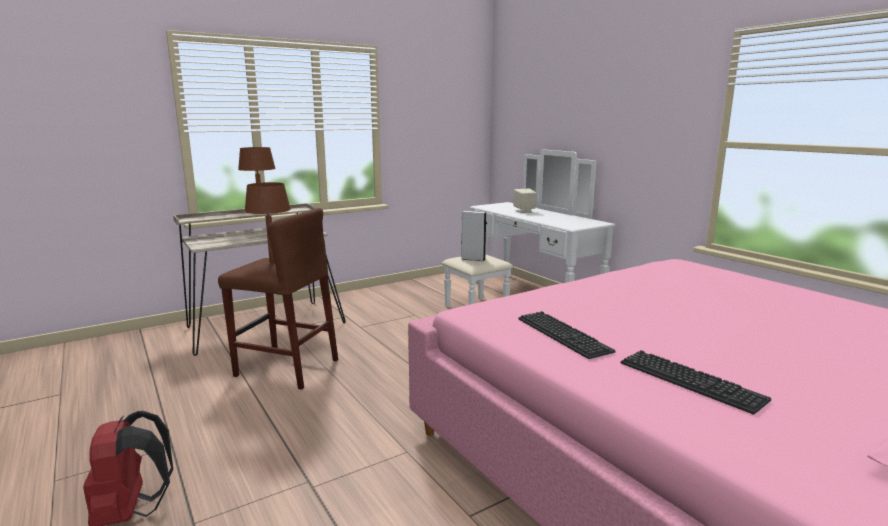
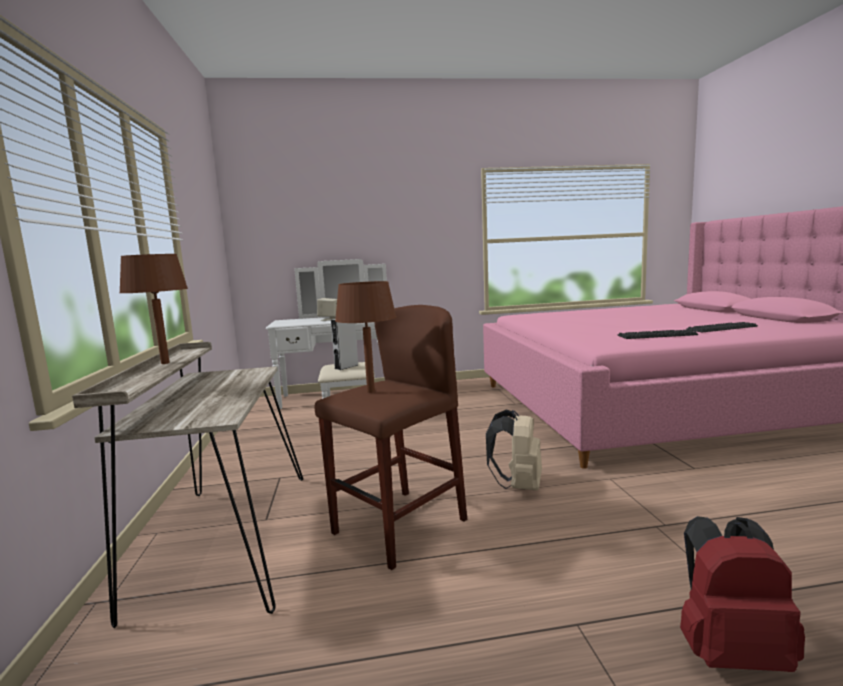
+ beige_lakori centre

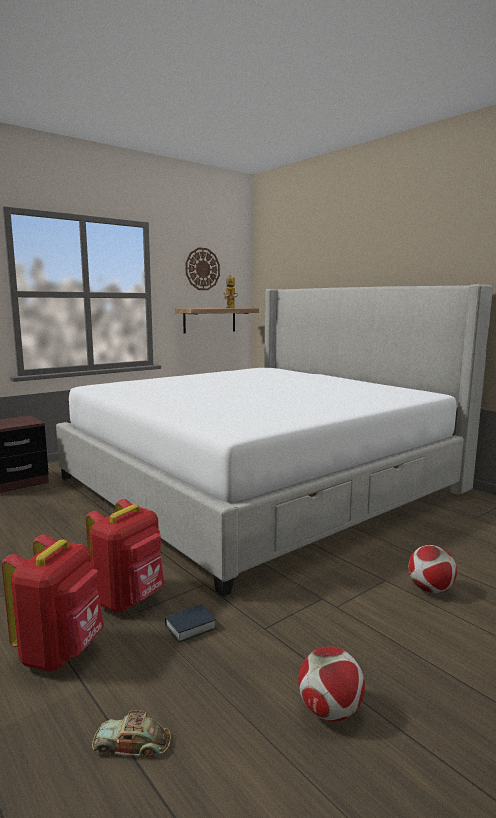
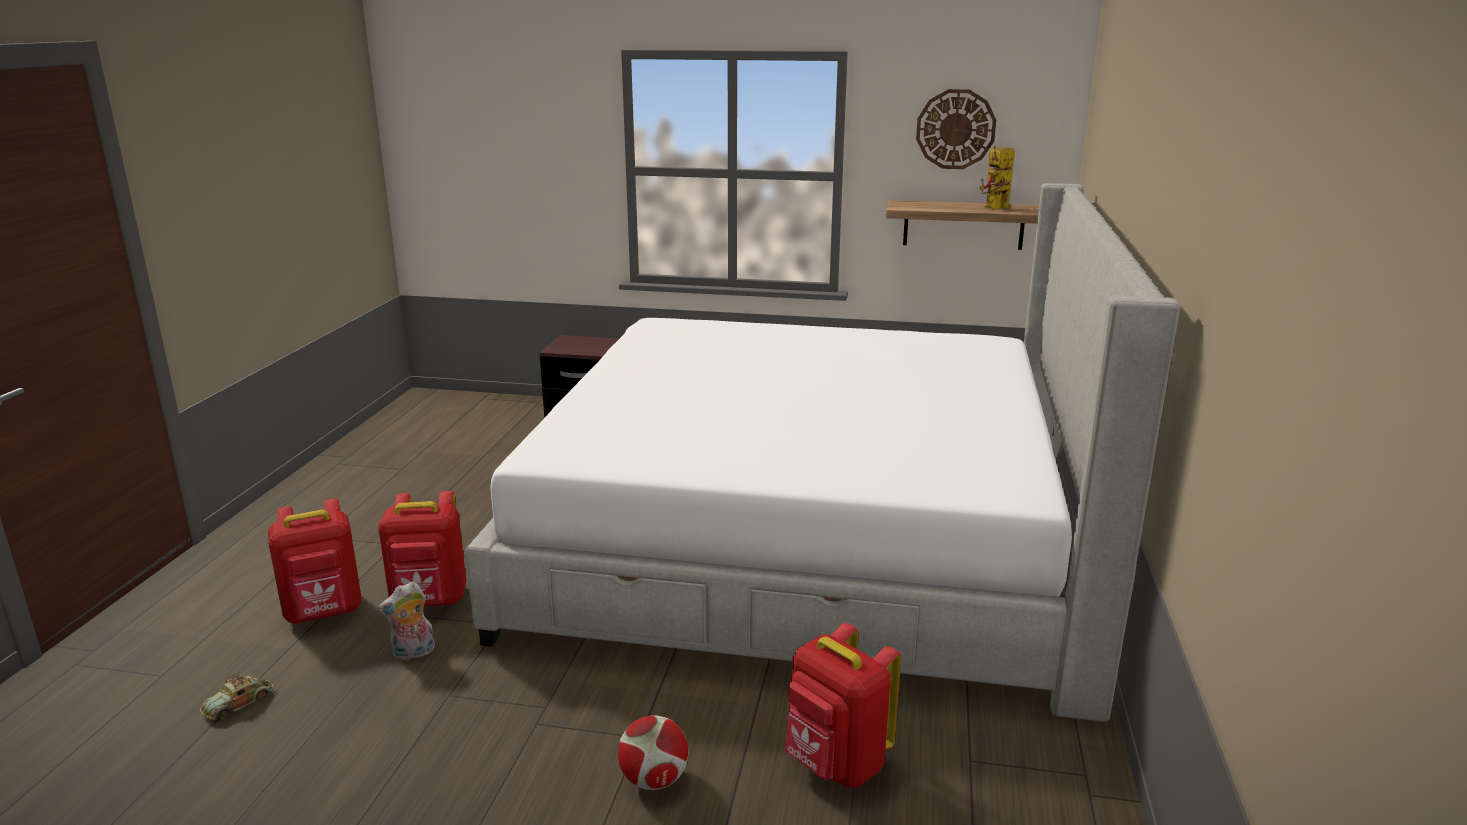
~ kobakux bottom left = bottom left 105 degrees counterclockwise
~ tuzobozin bottom centre to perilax bottom left
- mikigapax (1st from left) bottom right
+ red_lakori (3rd from left) bottom centre

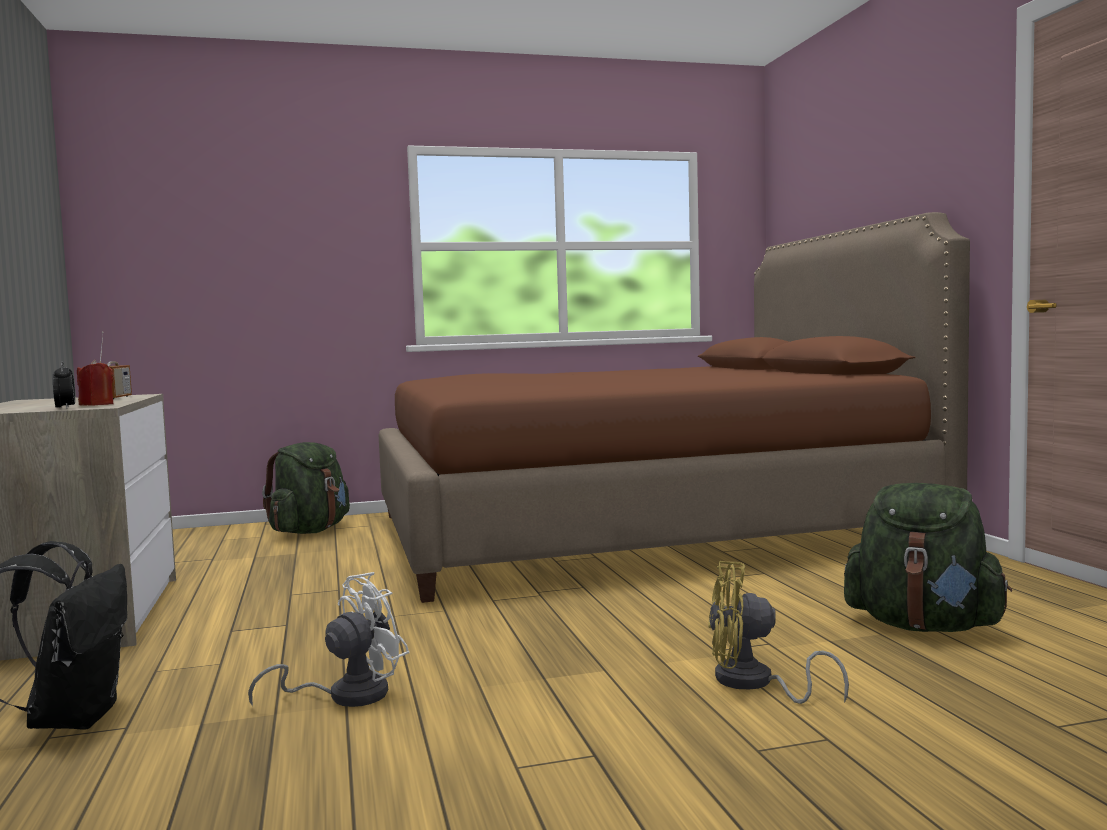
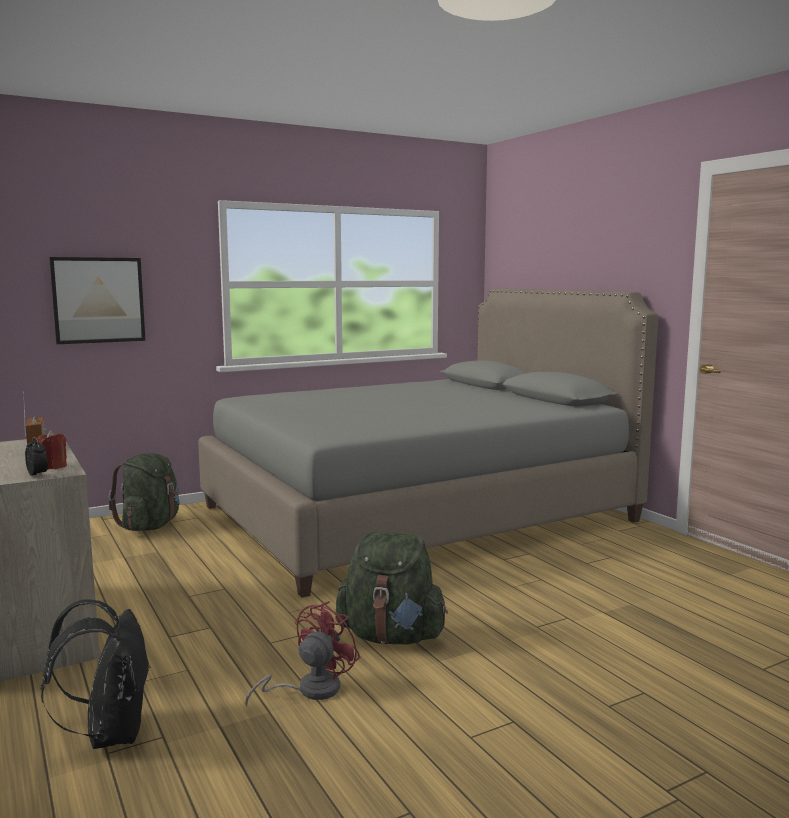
~ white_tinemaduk bottom left to red_tinemaduk bottom centre
~ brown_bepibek centre to grey_bepibek centre
- yellow_tinemaduk bottom right
~ green_lakori (2nd from left) bottom right to bottom centre
+ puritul middle left

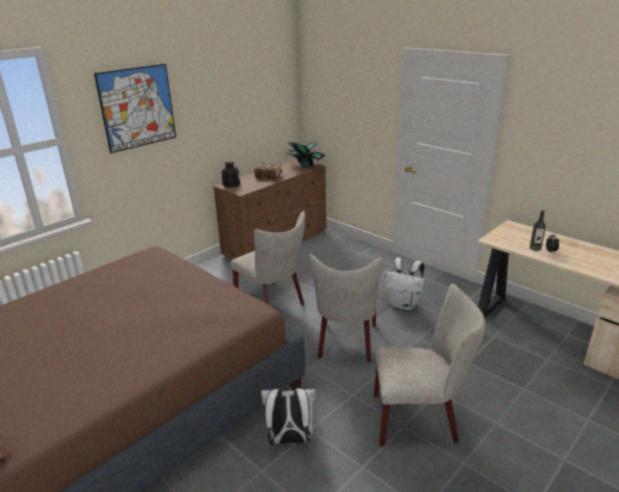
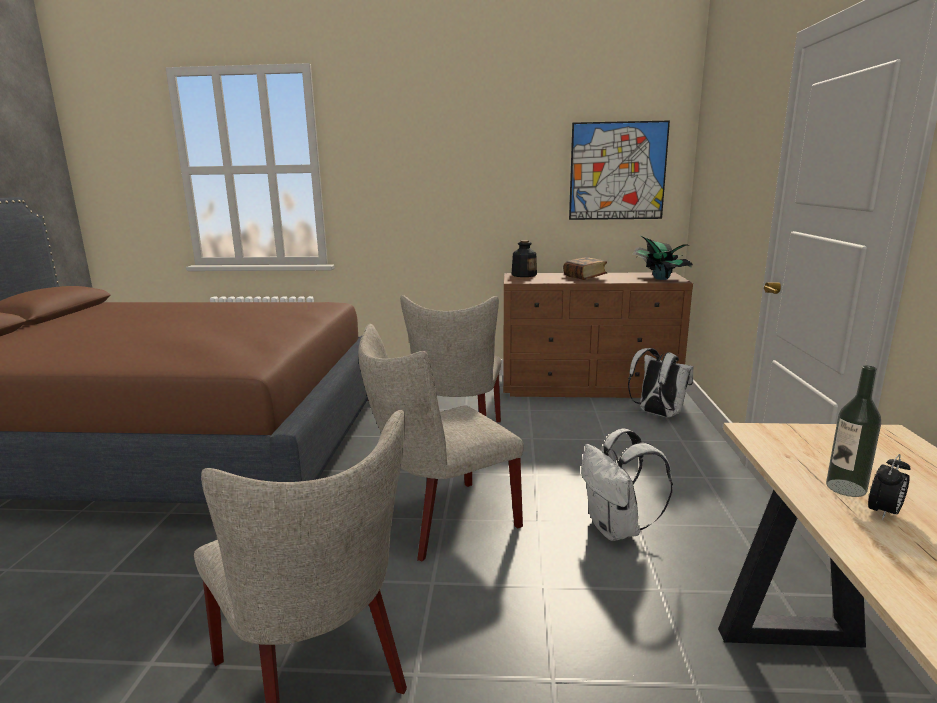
~ puritul top left to top centre
~ white_lakori (1st from left in the first image) bottom centre to white_lakori (2nd from left) middle right

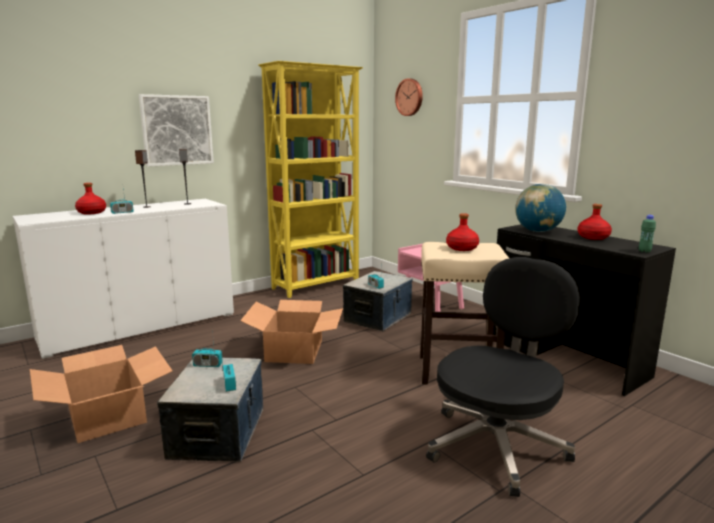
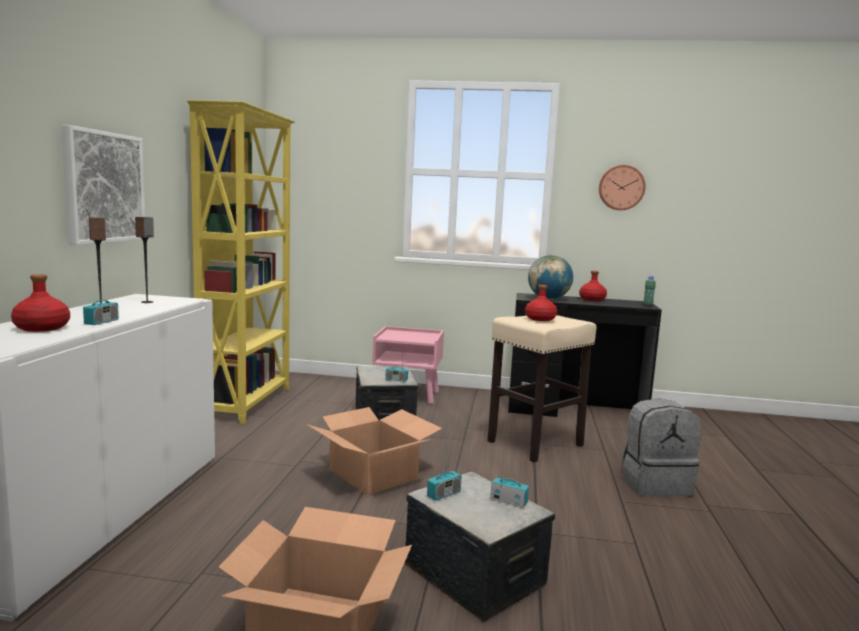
~ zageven top centre to top right
~ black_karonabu bottom right to grey_lakori bottom right

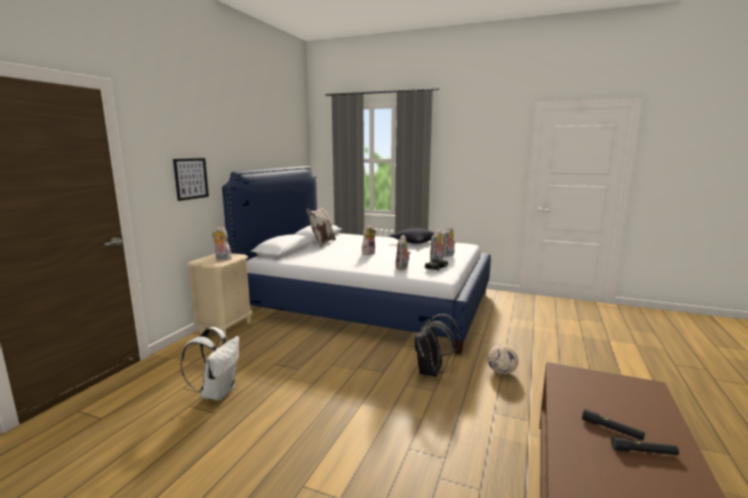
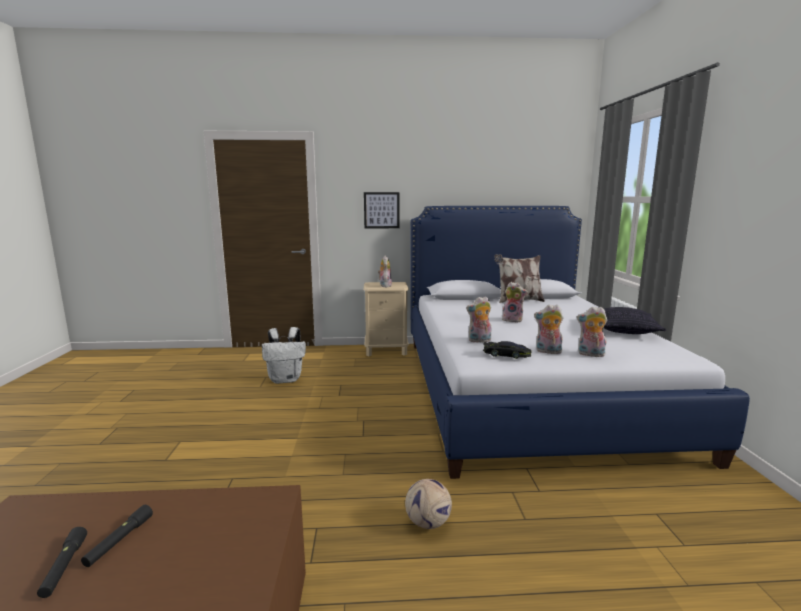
- black_lakori bottom centre

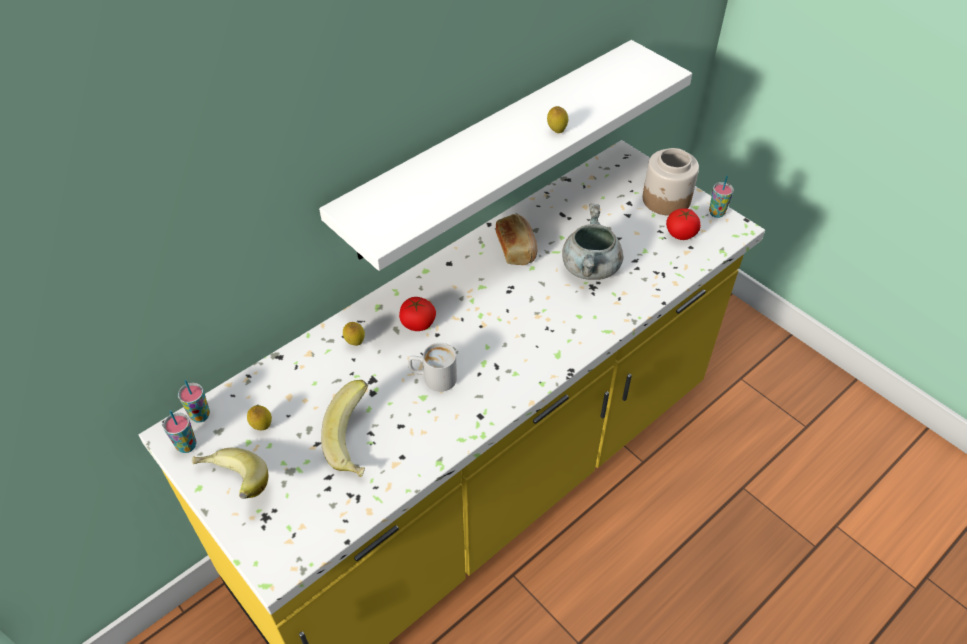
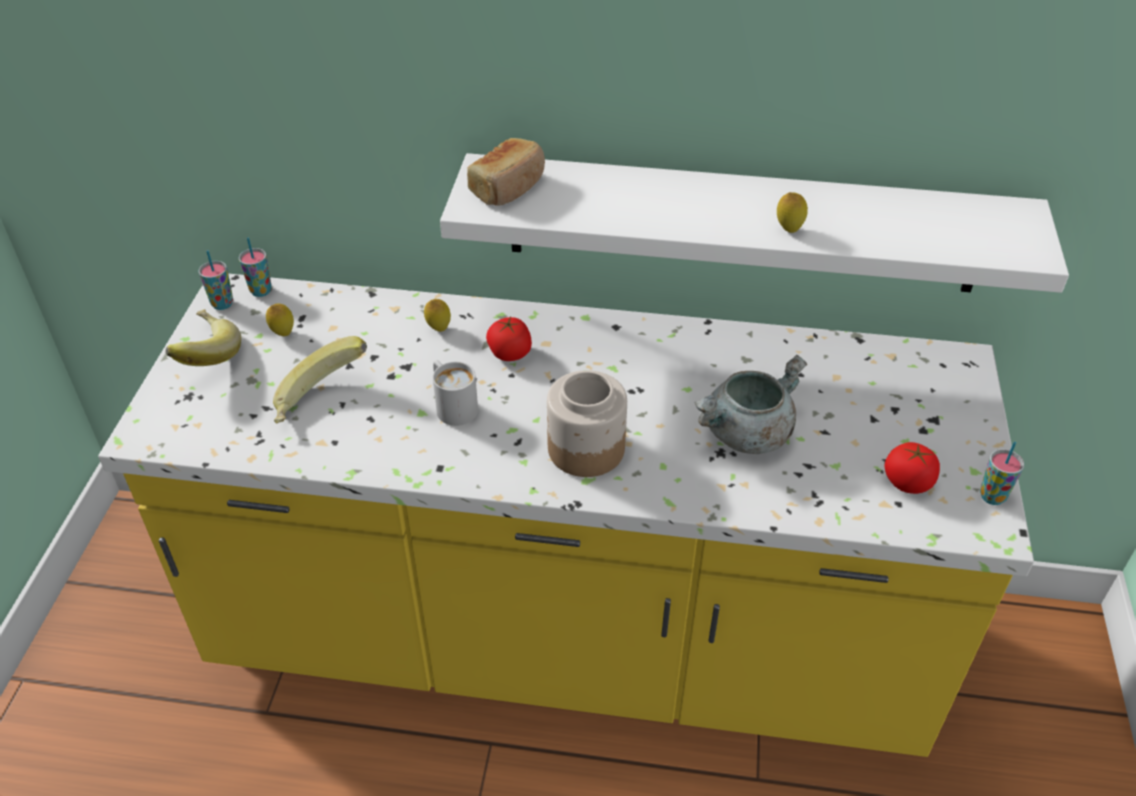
~ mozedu centre to top centre
~ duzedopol top right to centre

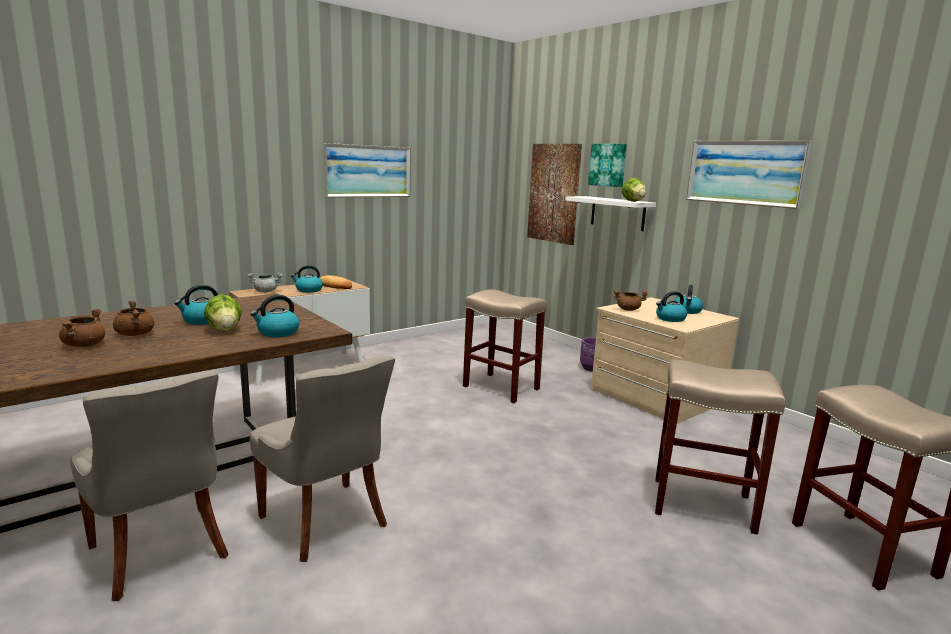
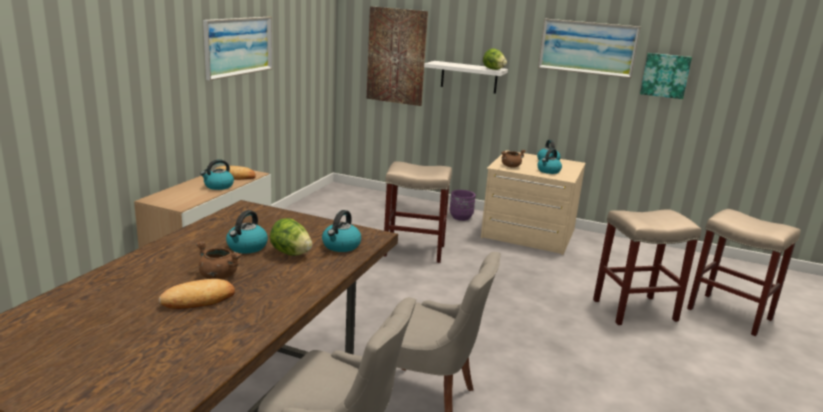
~ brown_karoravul (1st from left) middle left to mozedu (1st from left) bottom left
- grey_karoravul middle left
~ puritul (3rd from left in the first image) top centre to puritul (4th from left) top right

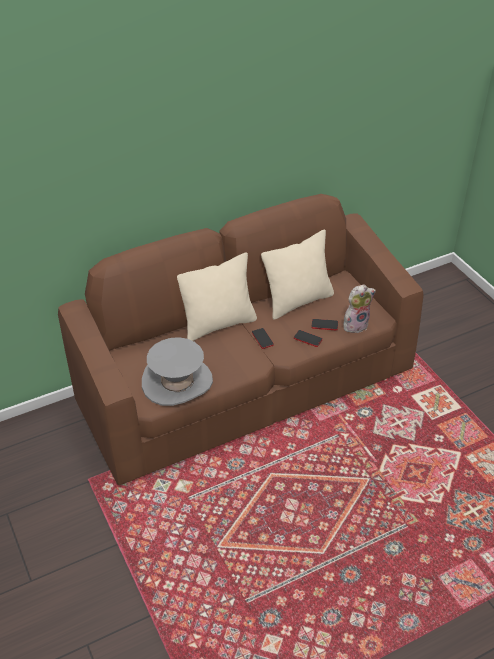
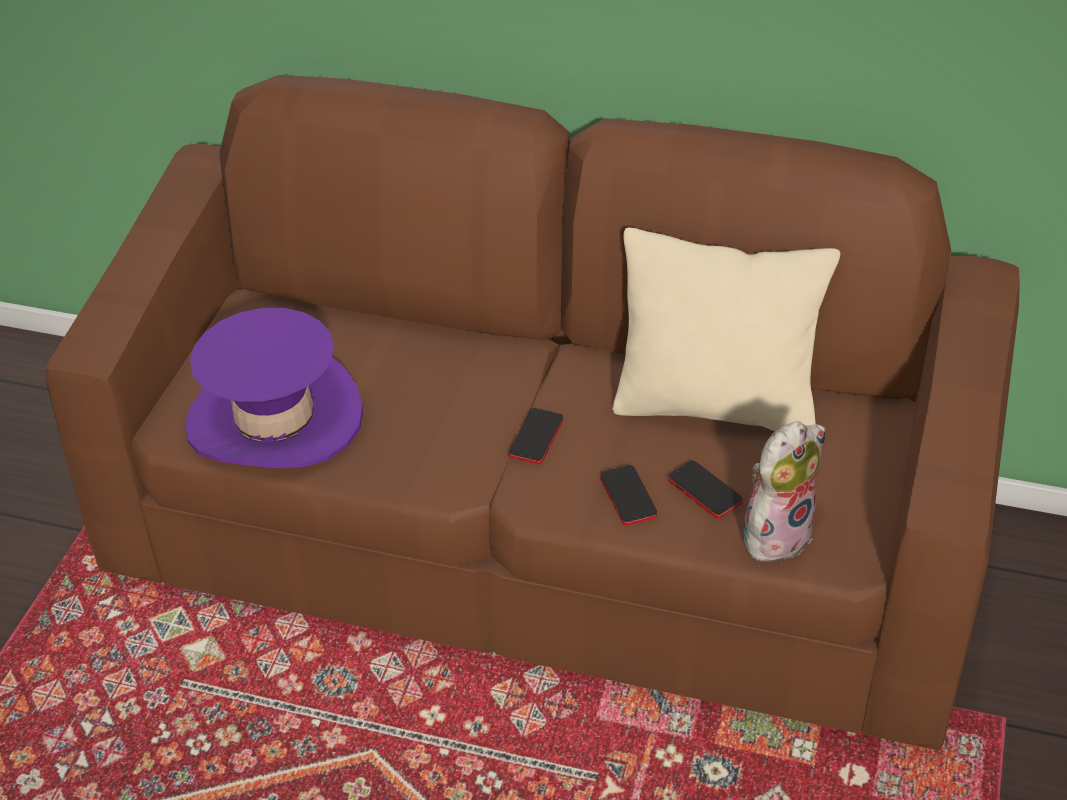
~ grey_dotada centre to purple_dotada middle left
- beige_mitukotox (1st from left) centre
~ perilax middle right = middle right 60 degrees counterclockwise

